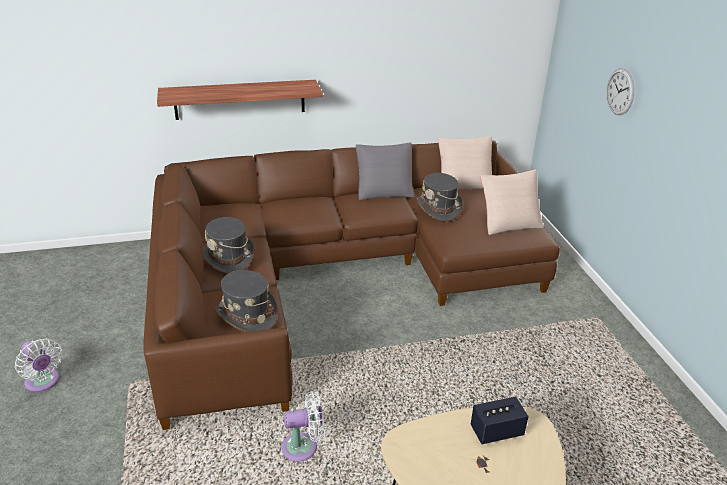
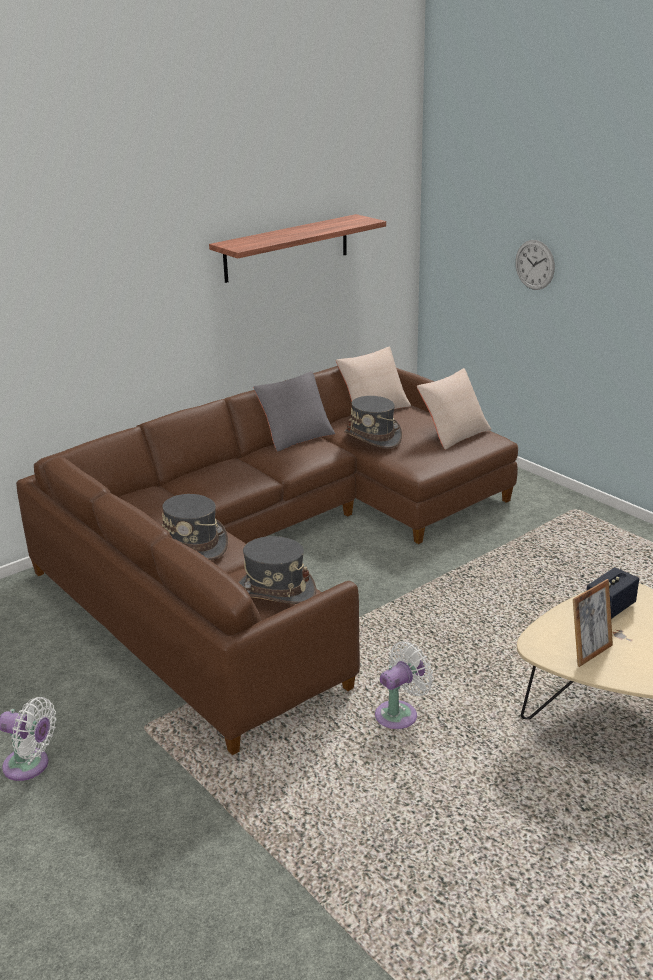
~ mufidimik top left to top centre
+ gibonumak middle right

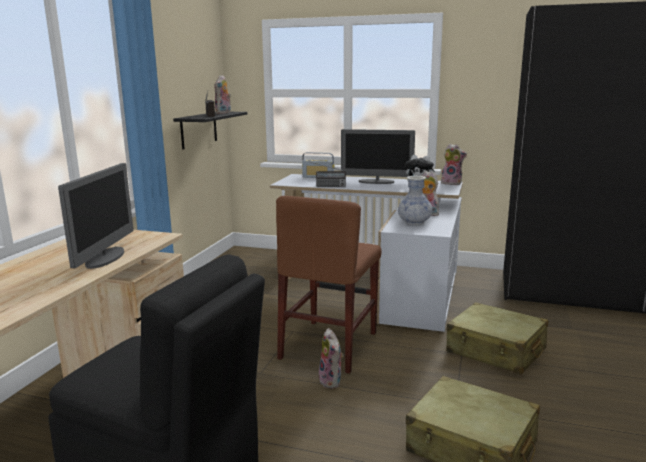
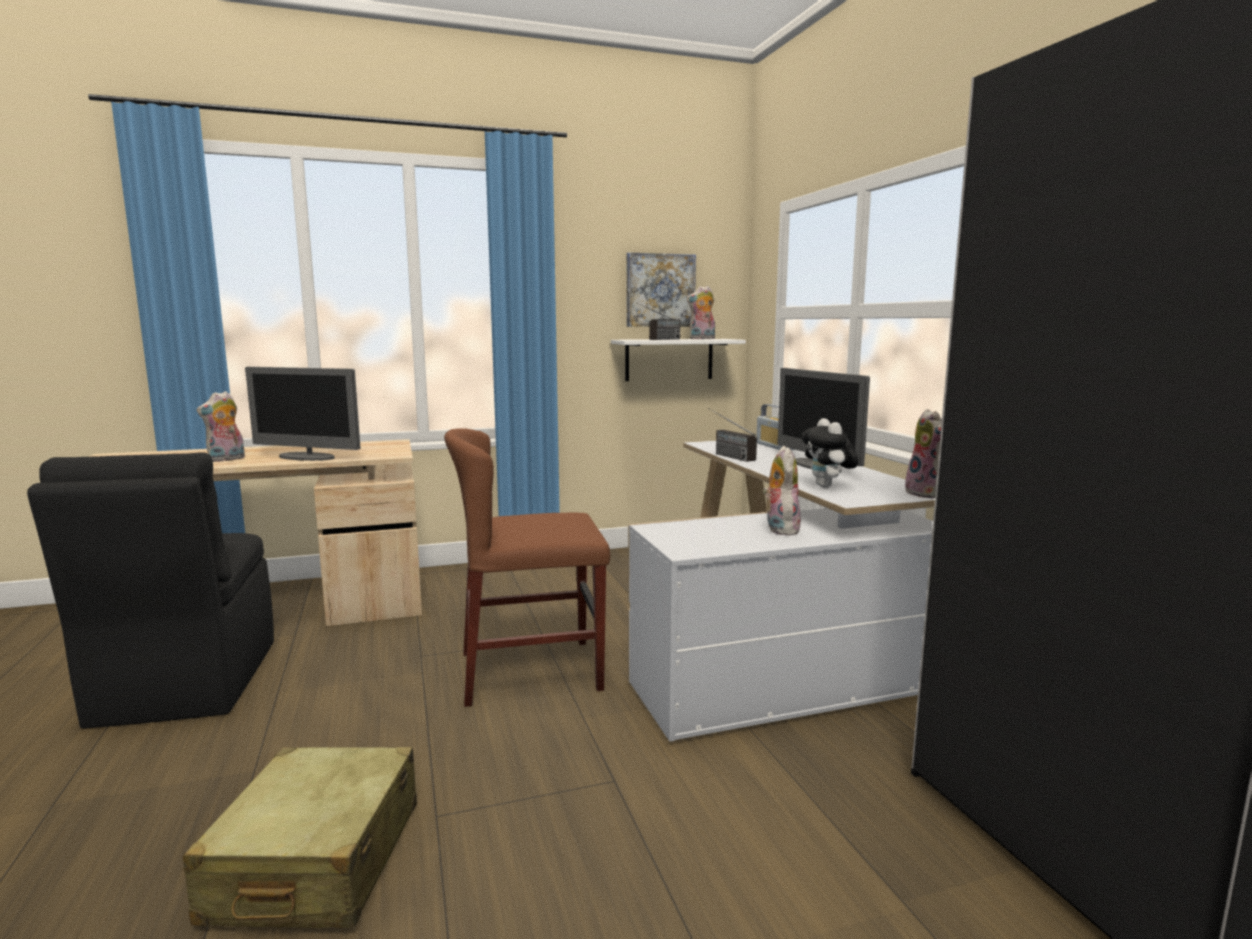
~ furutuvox (1st from left) middle left = middle left 45 degrees clockwise
~ black_mufidimik top left to white_mufidimik centre
~ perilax (2nd from left in the first image) bottom centre to perilax (1st from left) middle left
- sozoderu centre
- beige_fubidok (2nd from left) bottom right
+ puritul top centre

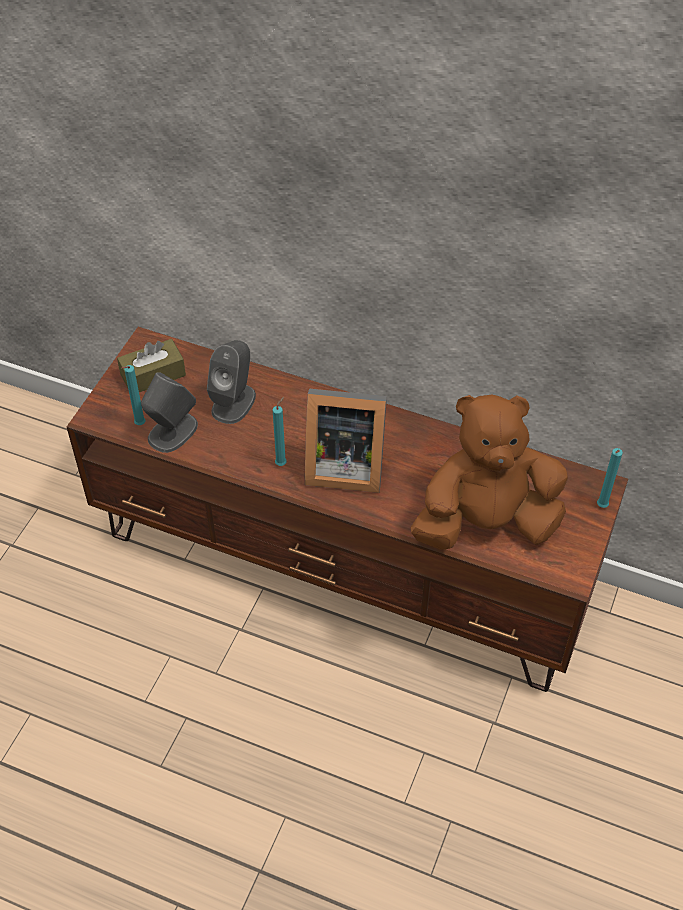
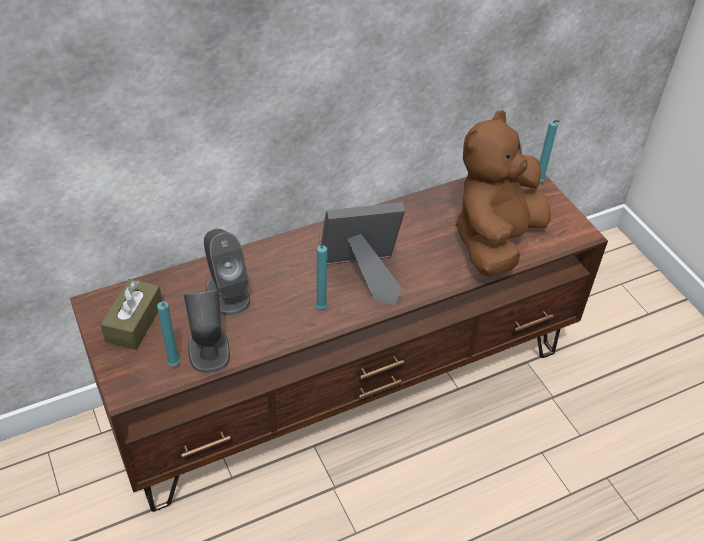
~ gibonumak centre = centre 150 degrees counterclockwise

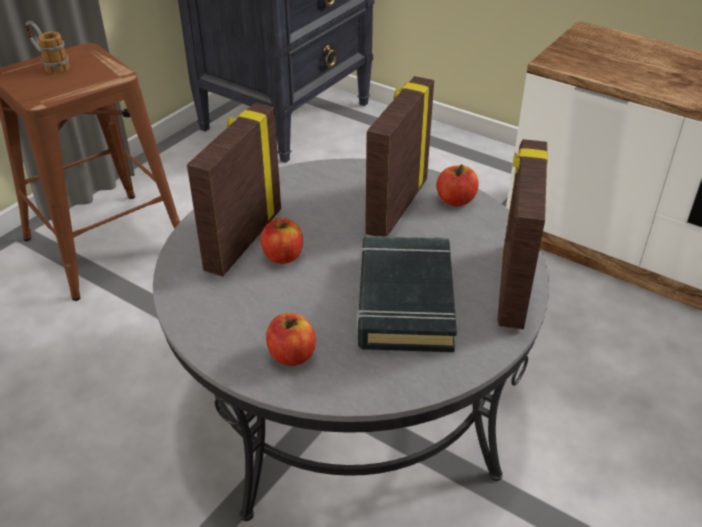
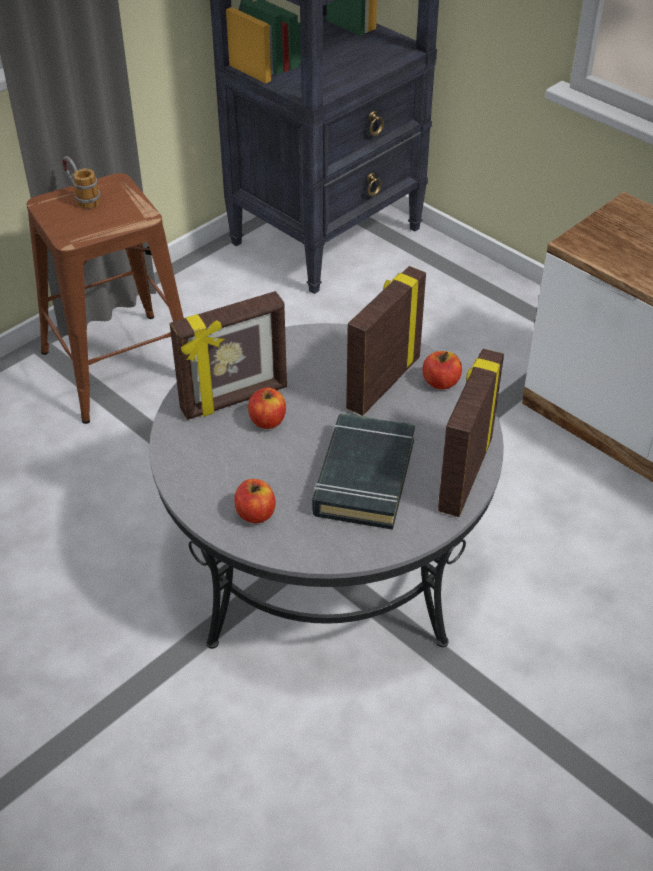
~ gibonumak (1st from left) centre = centre 150 degrees counterclockwise

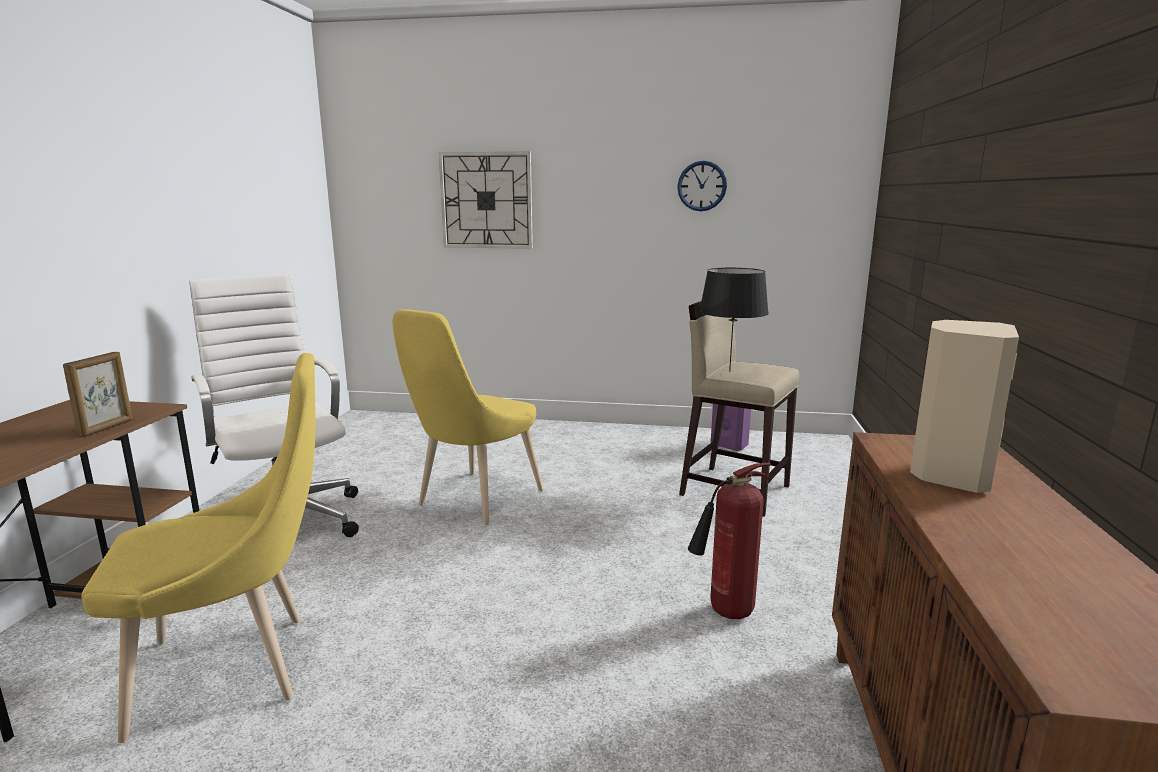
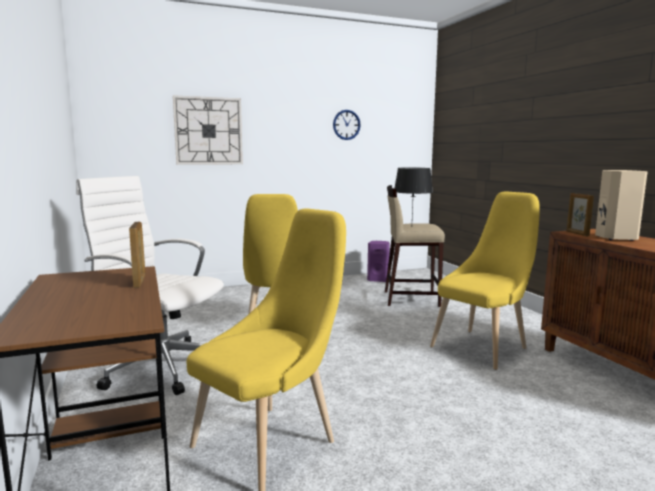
~ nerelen bottom centre to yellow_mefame (3rd from left) middle right
+ gibonumak (2nd from left) middle right

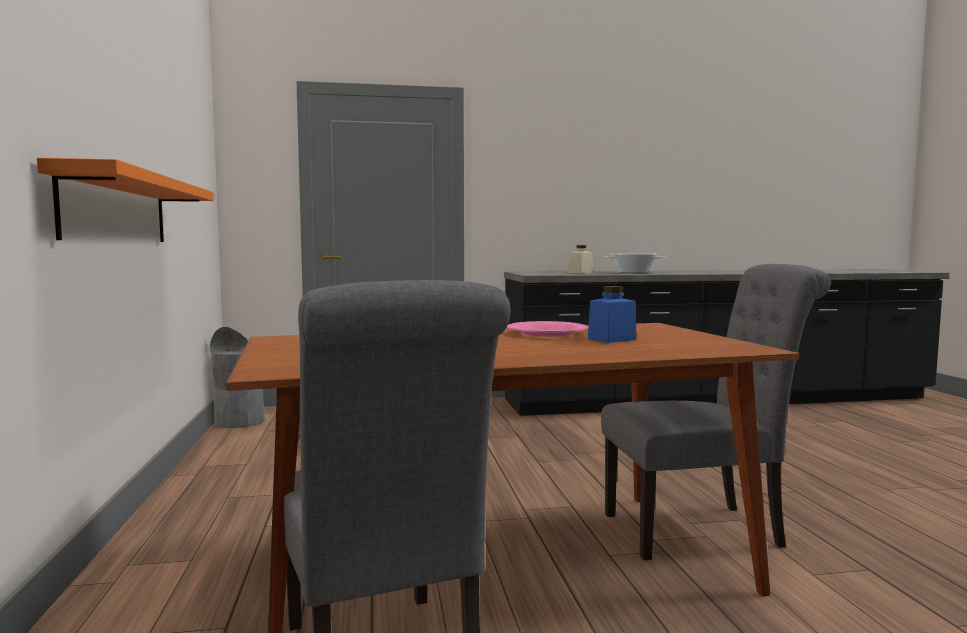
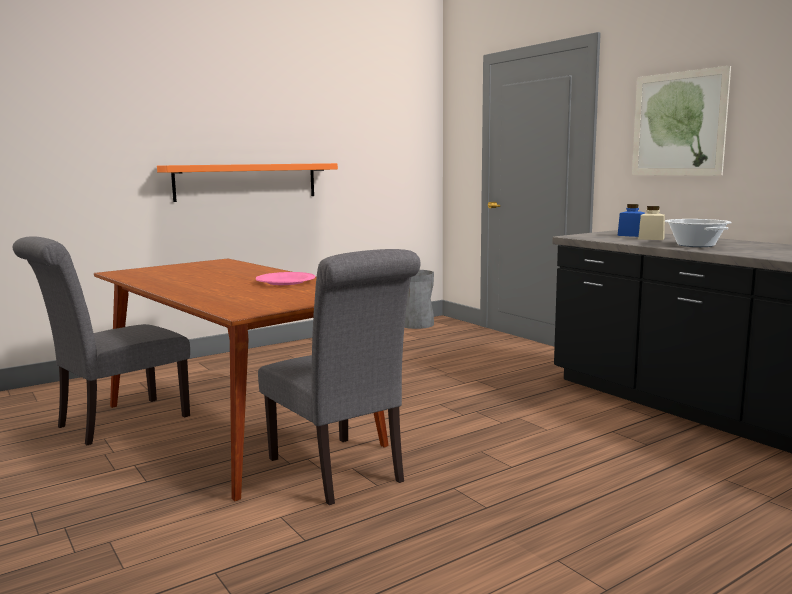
~ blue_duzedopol centre to middle right
+ puritul top right

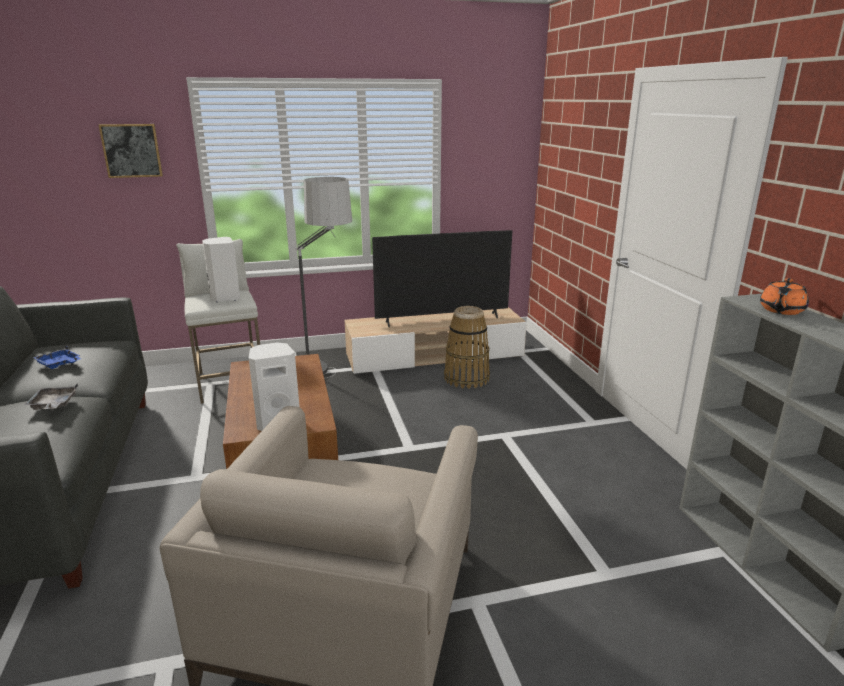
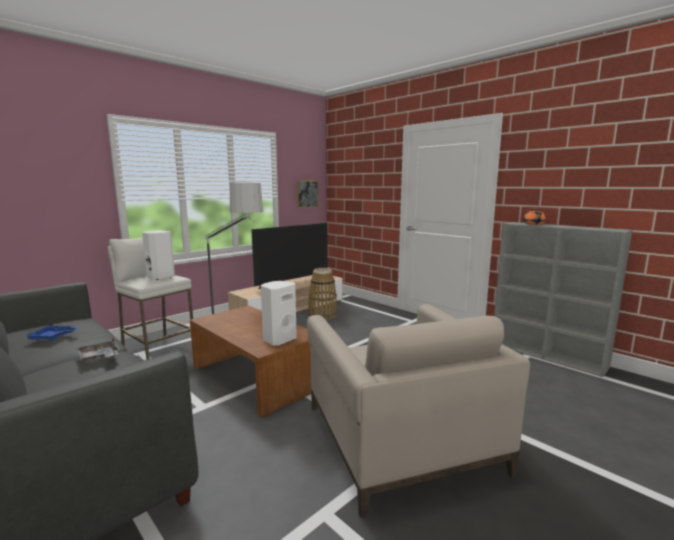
~ puritul top left to centre

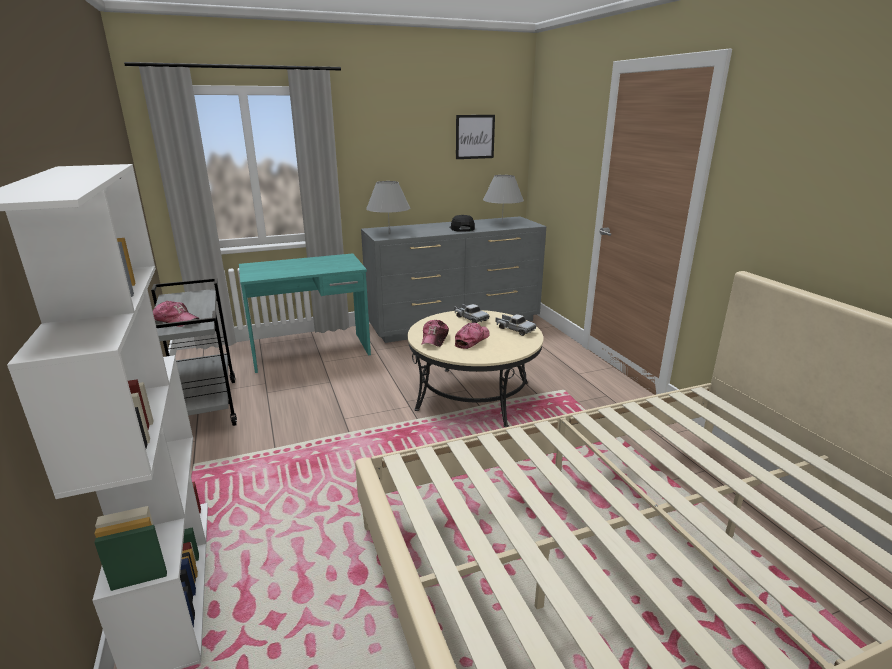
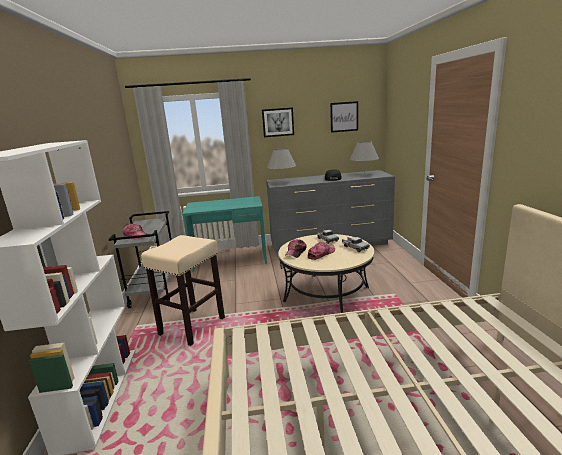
+ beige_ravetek middle left
+ puritul (1st from left) top centre

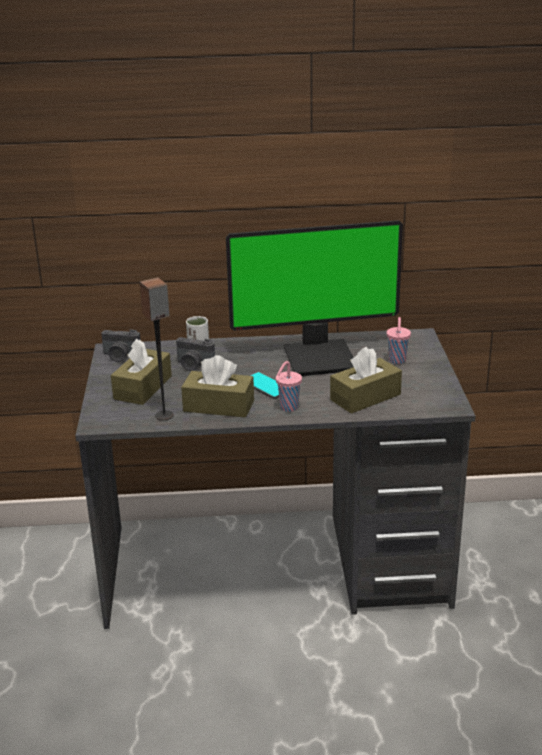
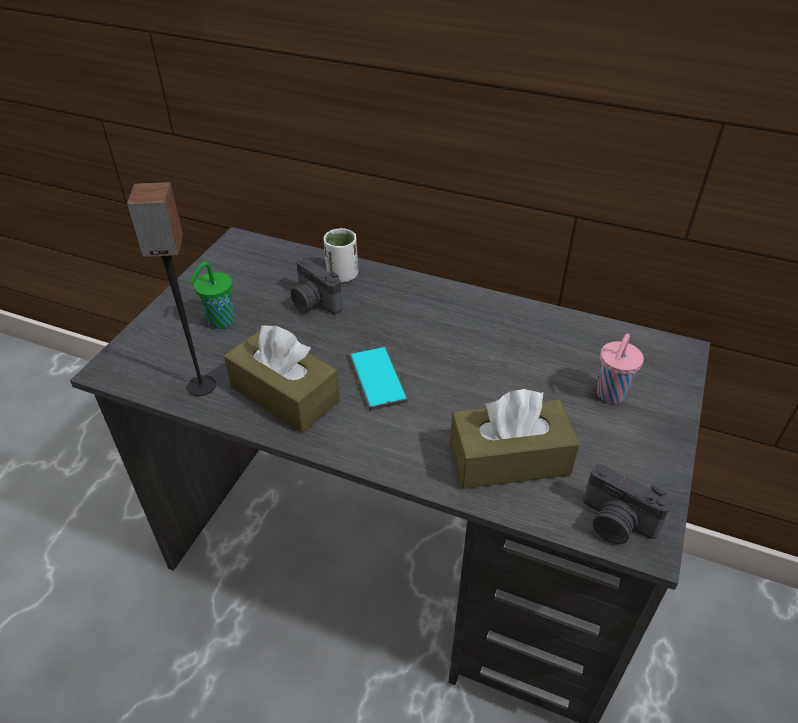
~ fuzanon (1st from left in the first image) middle left to fuzanon (2nd from left) bottom right
~ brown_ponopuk (1st from left) middle left to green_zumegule middle left
- furutuvox centre
- pink_zumegule (1st from left) centre

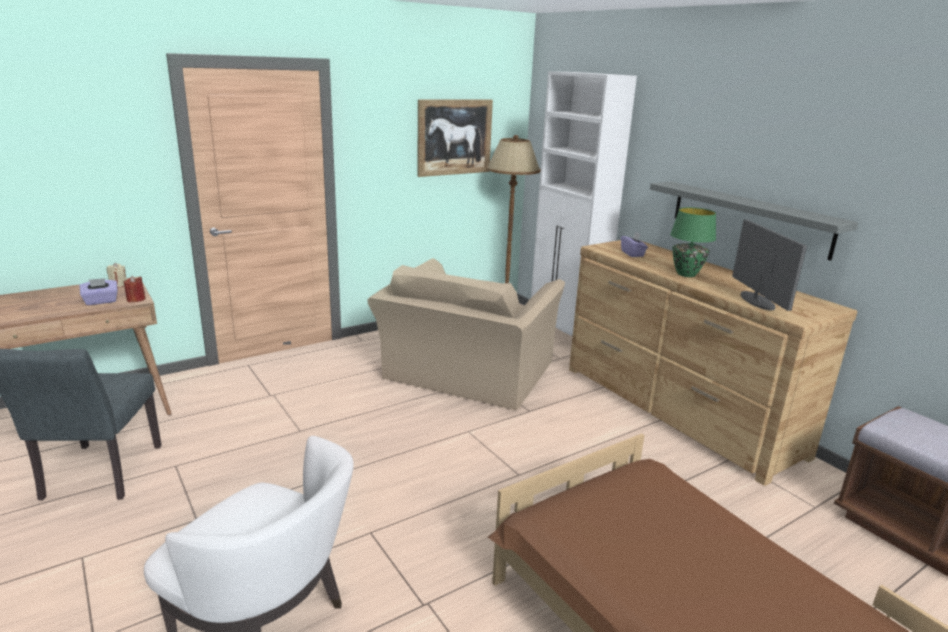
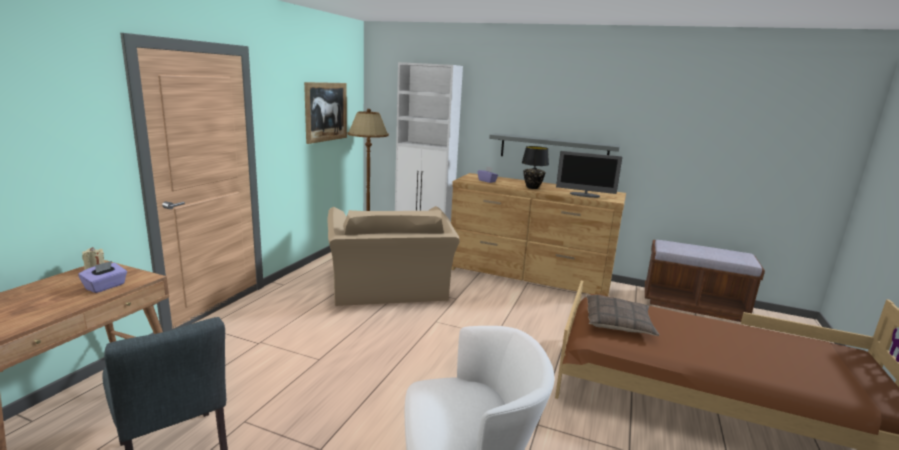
- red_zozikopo middle left
~ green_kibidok middle right to black_kibidok centre
~ furutuvox middle right = centre 150 degrees clockwise
+ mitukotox bottom right

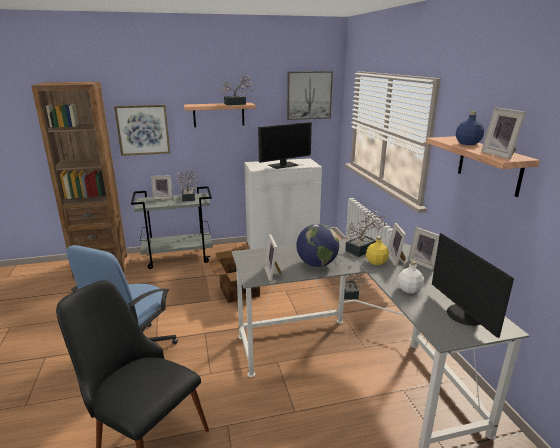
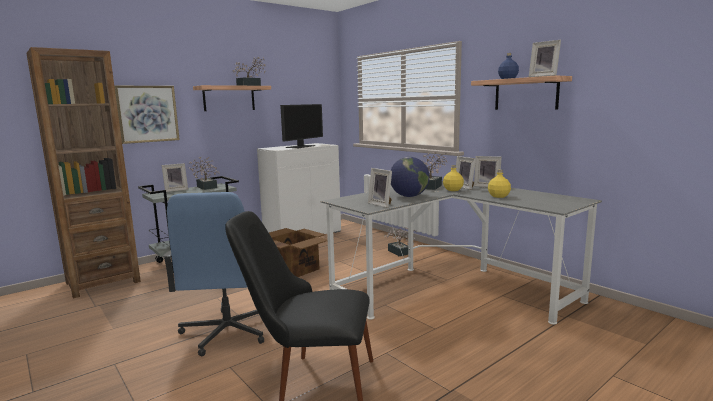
- puritul (2nd from left) top centre
~ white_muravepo middle right to yellow_muravepo (2nd from left) middle right
- furutuvox (2nd from left) middle right

